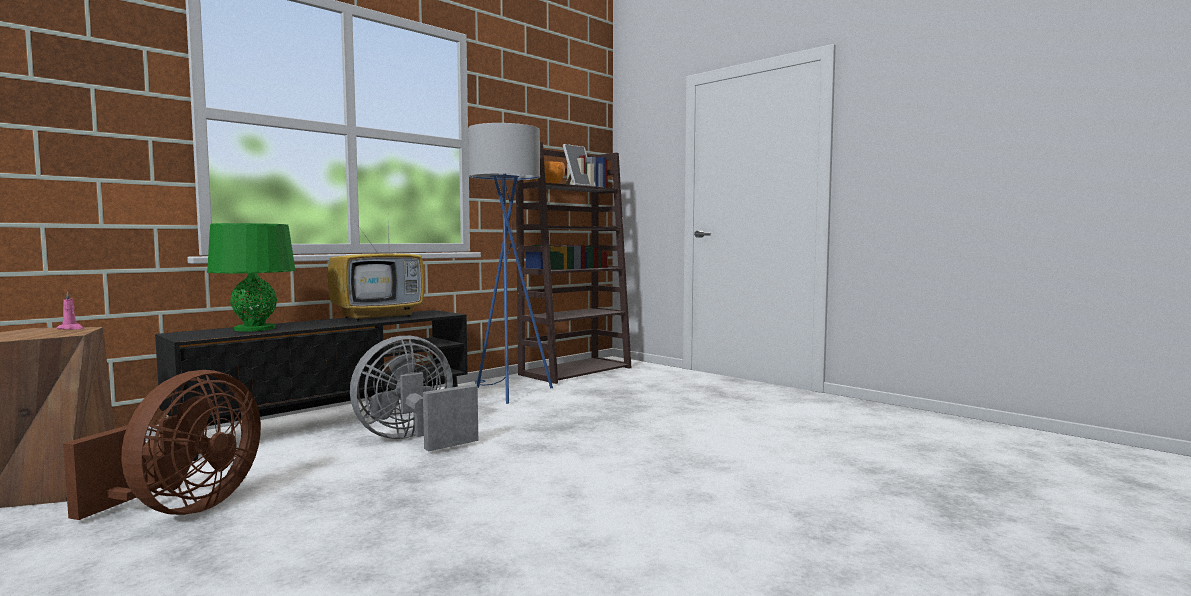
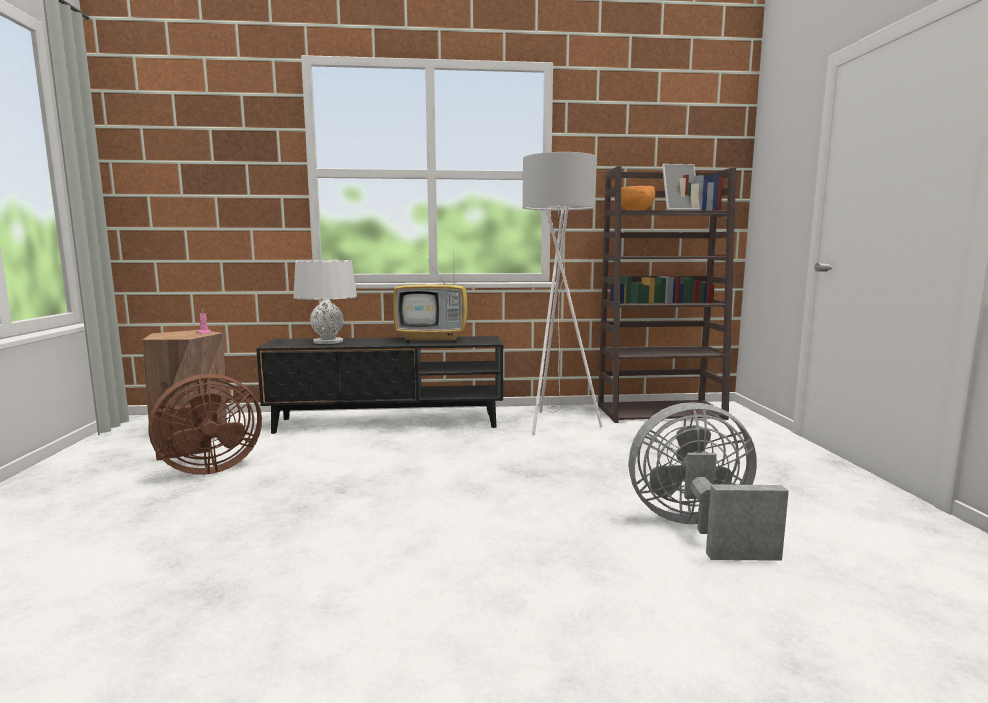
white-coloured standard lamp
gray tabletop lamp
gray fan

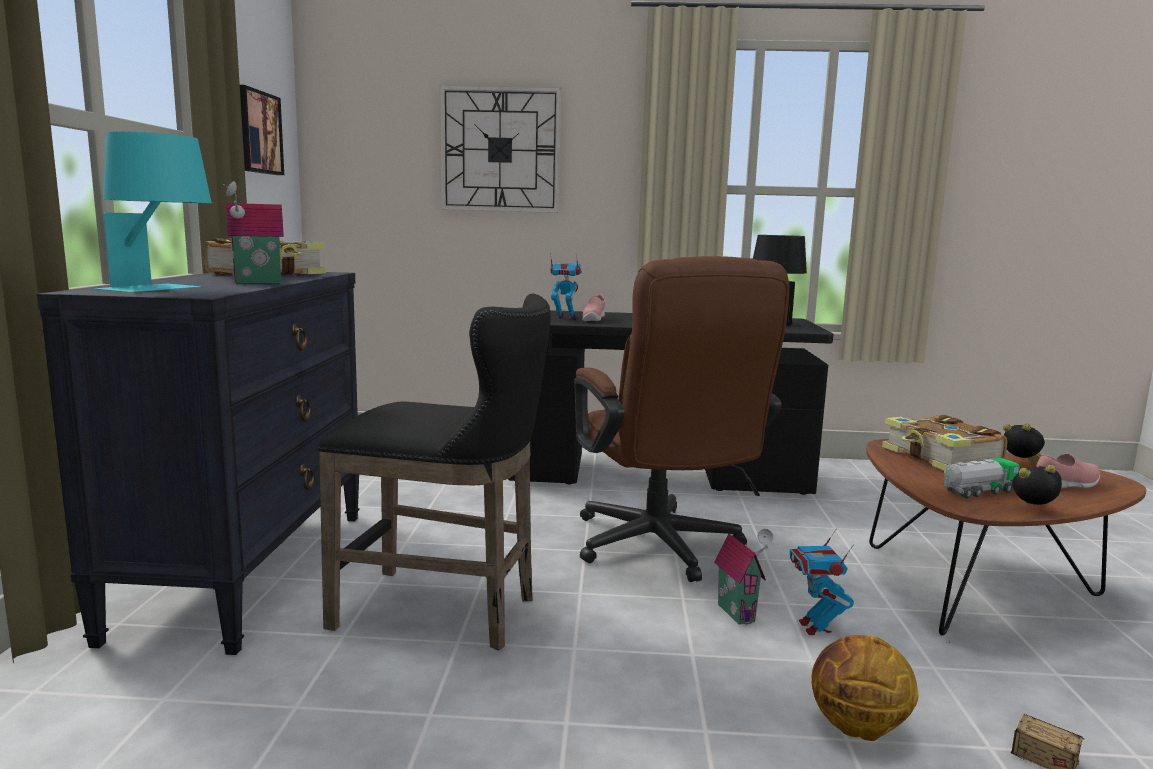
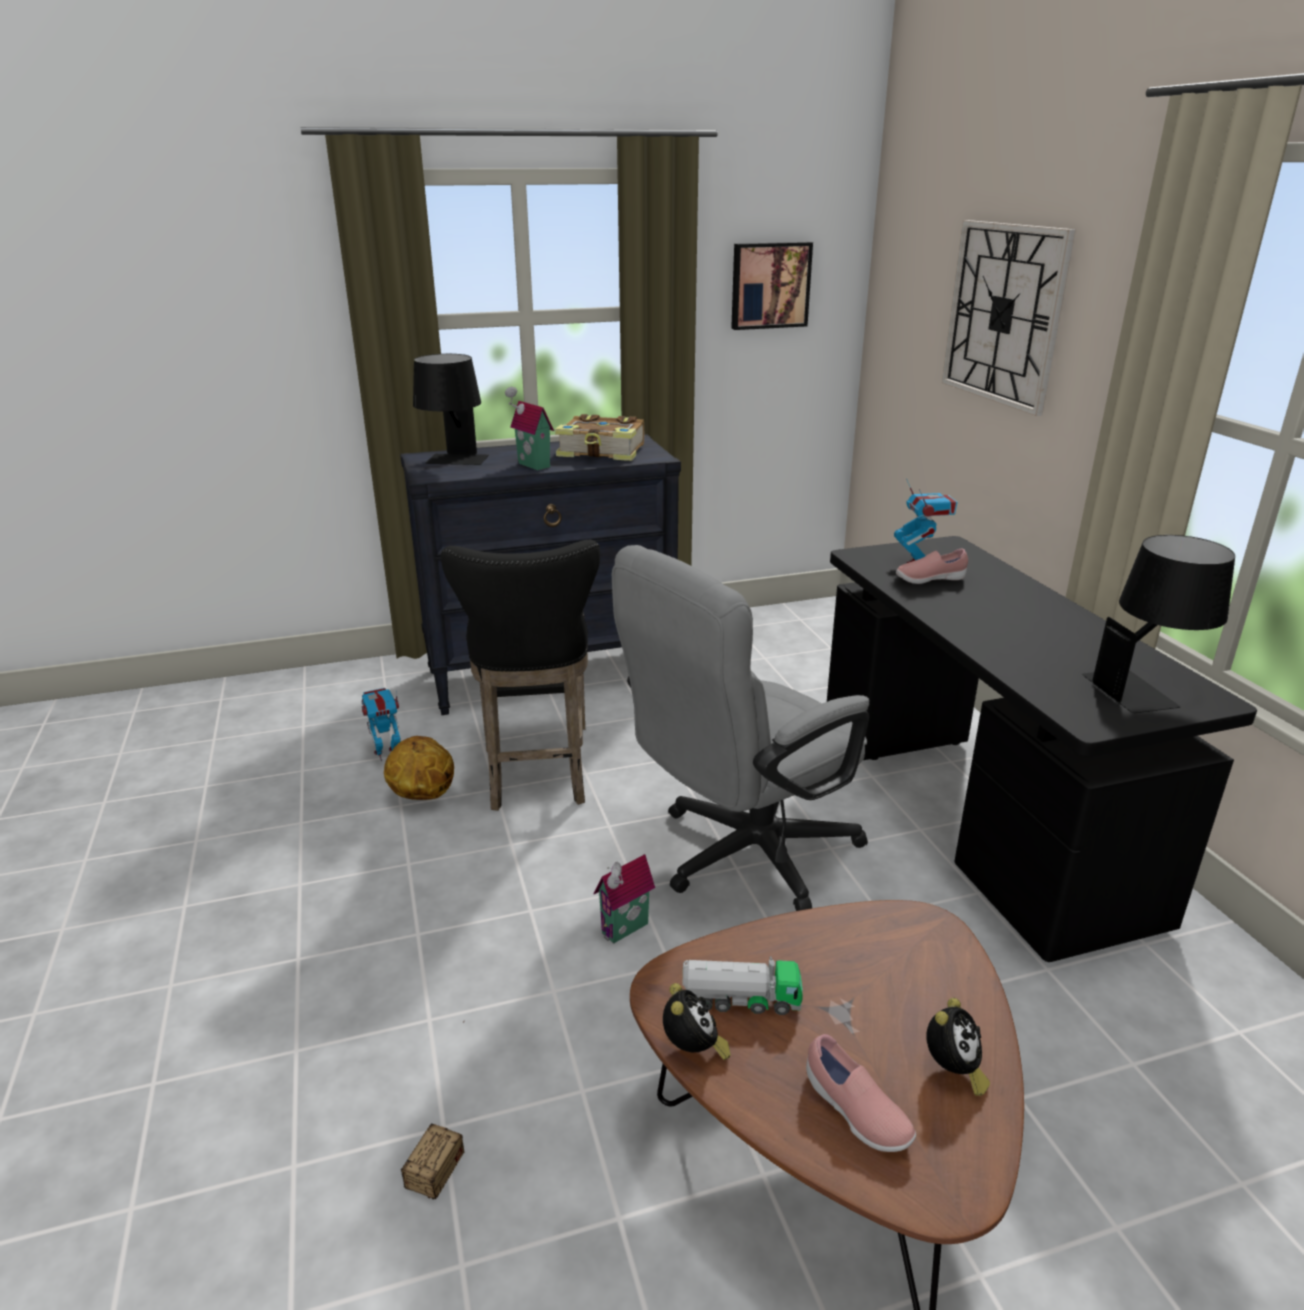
blackish tabletop lamp (1st from left)
gray desk chair
book (2nd from left in the first image)
toy lorry
model robot (1st from left)
basketball ball

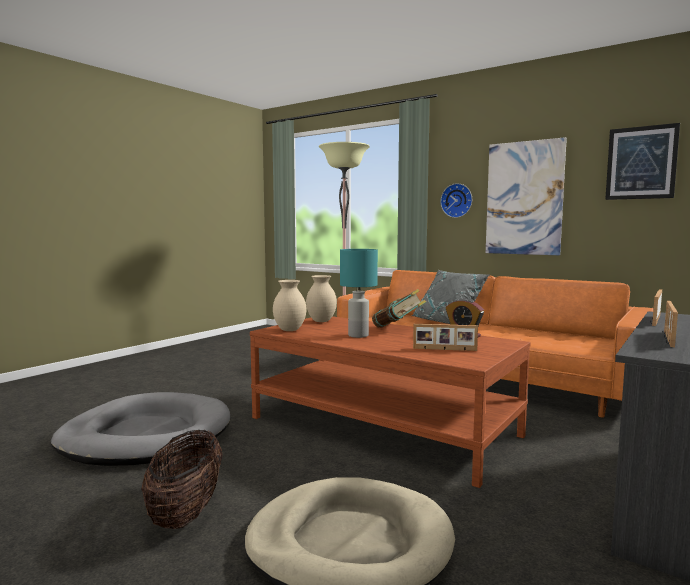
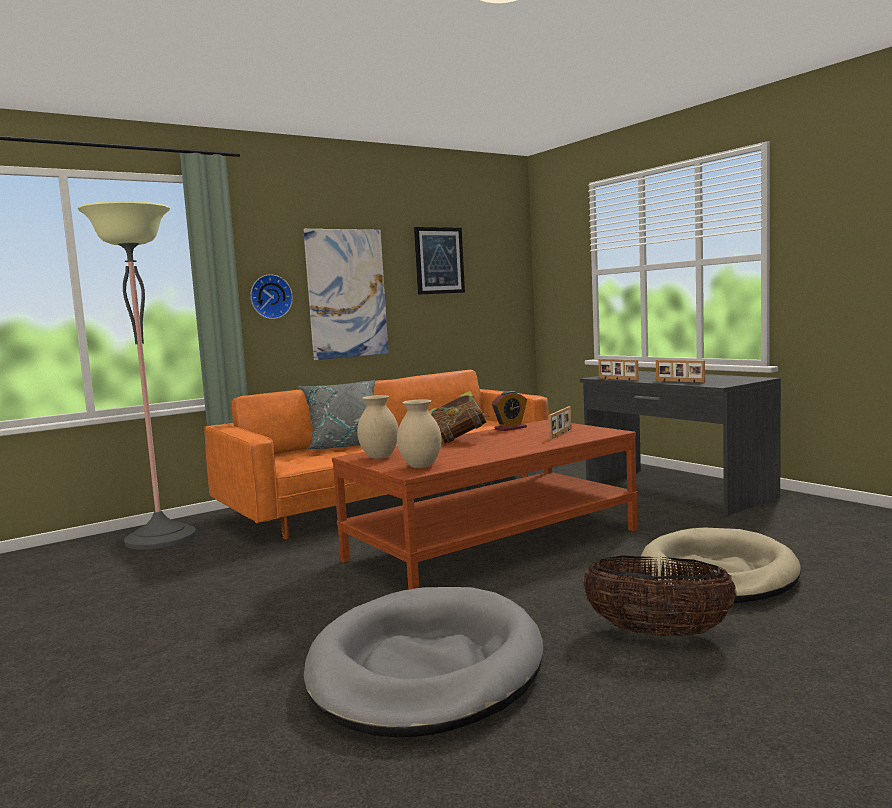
blue-green tabletop lamp

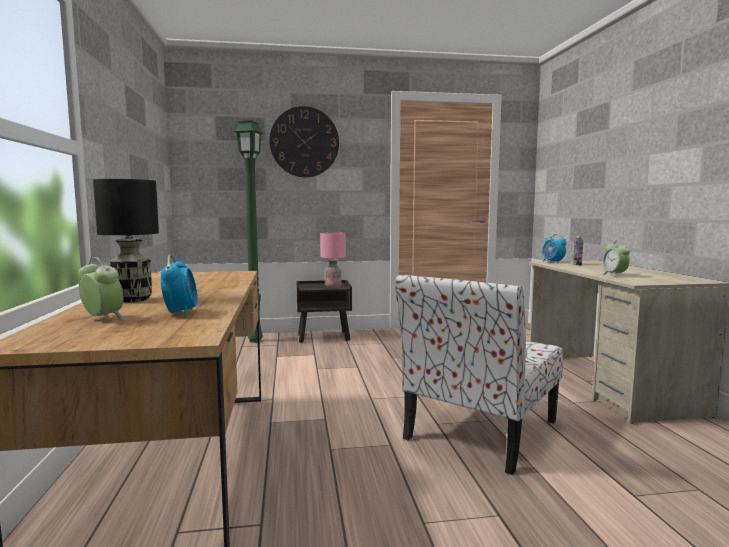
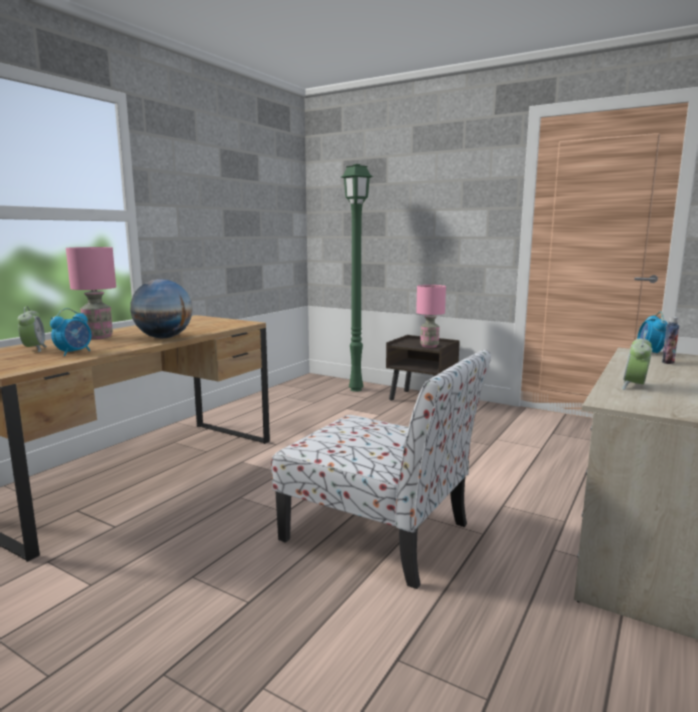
clock on the wall
pink-coloured tabletop lamp (1st from left)
upright chair
globe

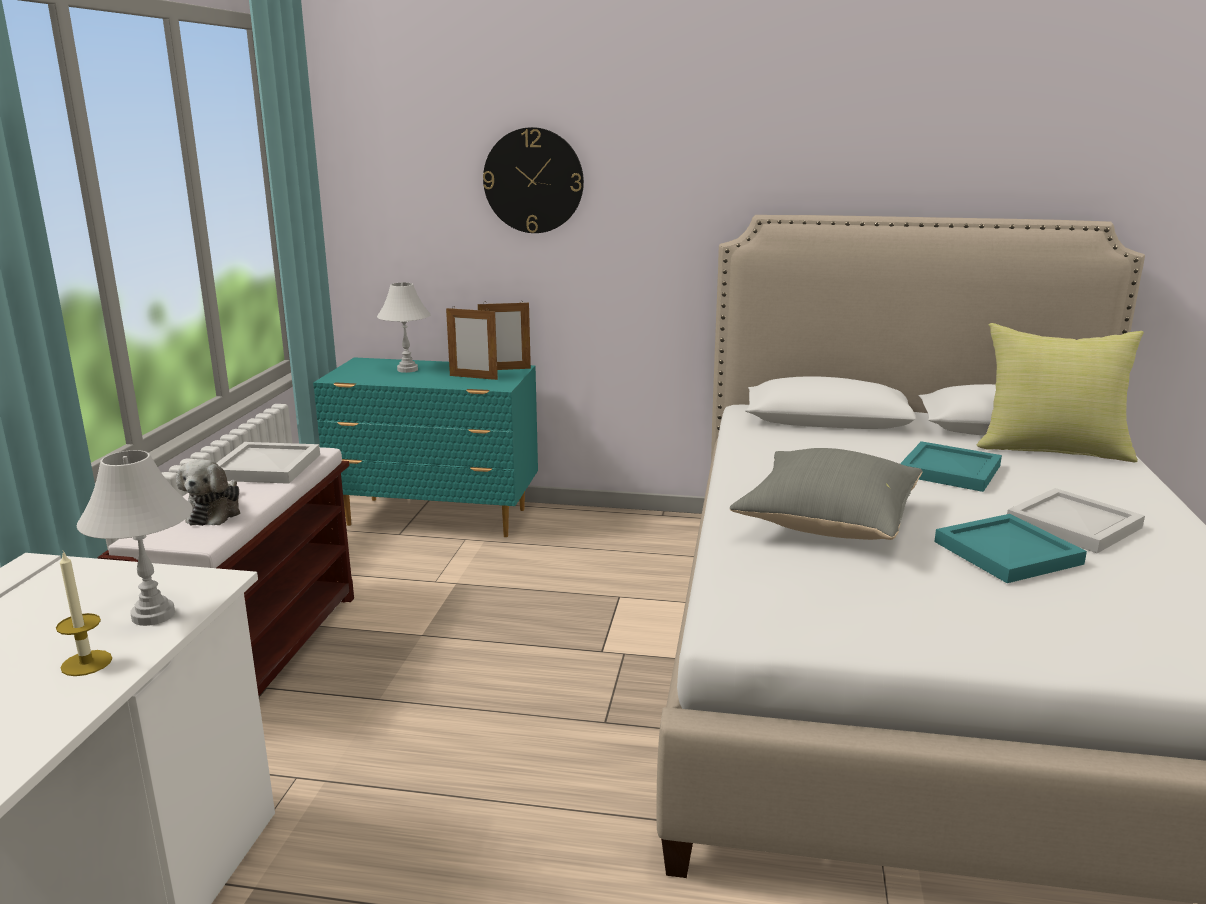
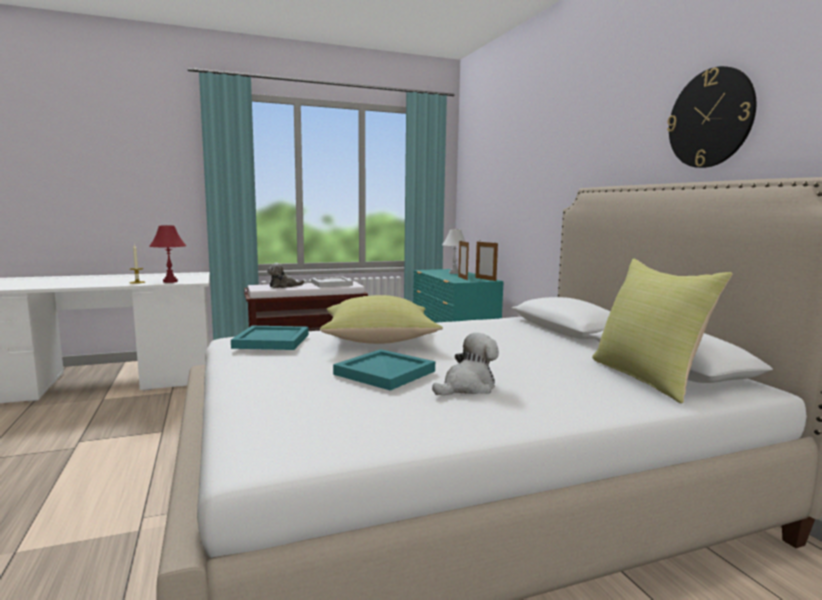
clock on the wall
blue-green serving tray (1st from left)
yellow cushion (1st from left)
red-coloured tabletop lamp
plush toy (2nd from left)

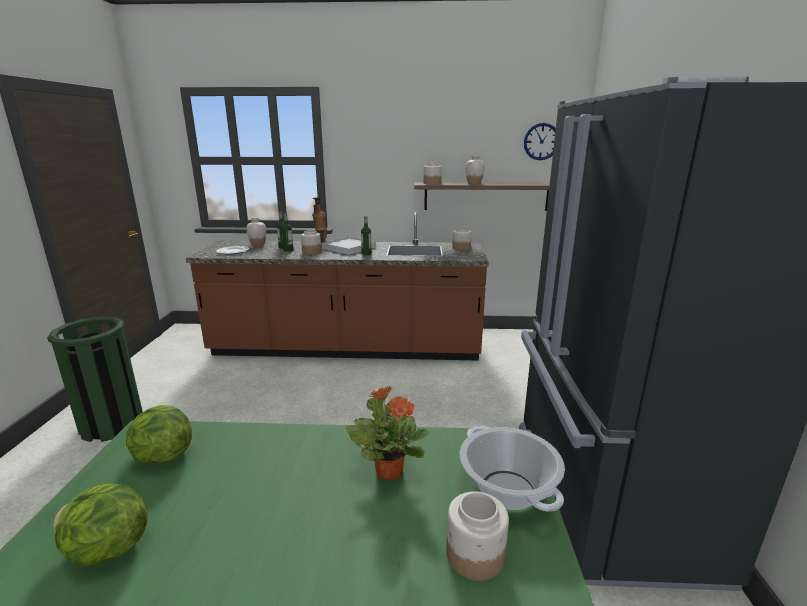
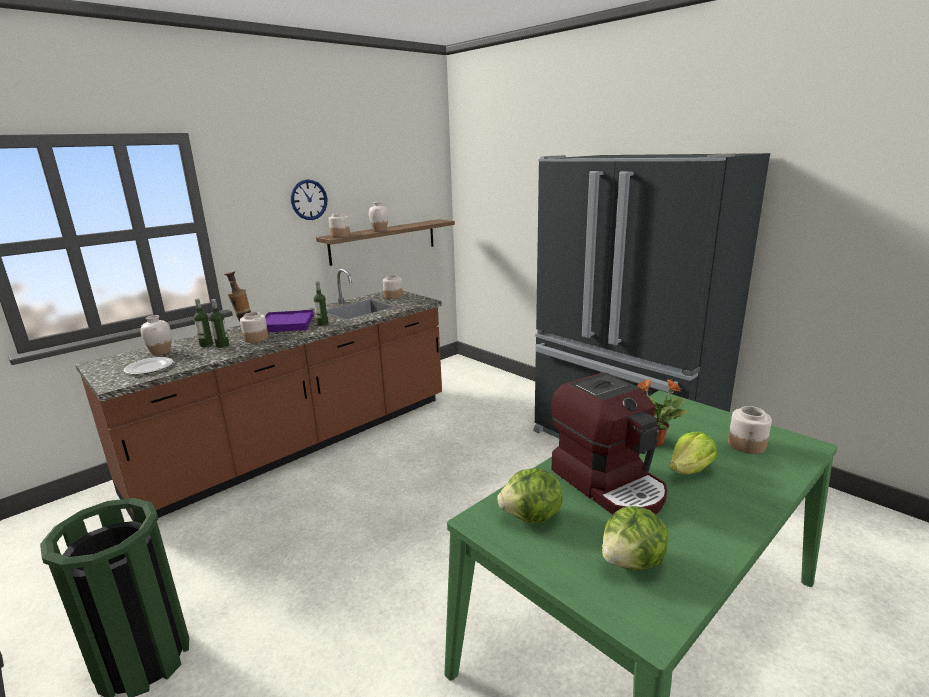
clock on the wall
purple-coloured serving tray
cooking pot
coffee machine
lettuce (3rd from left)

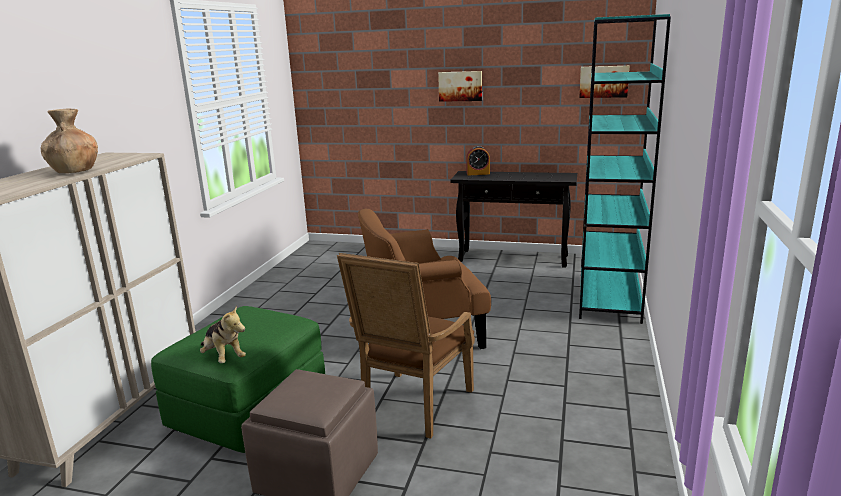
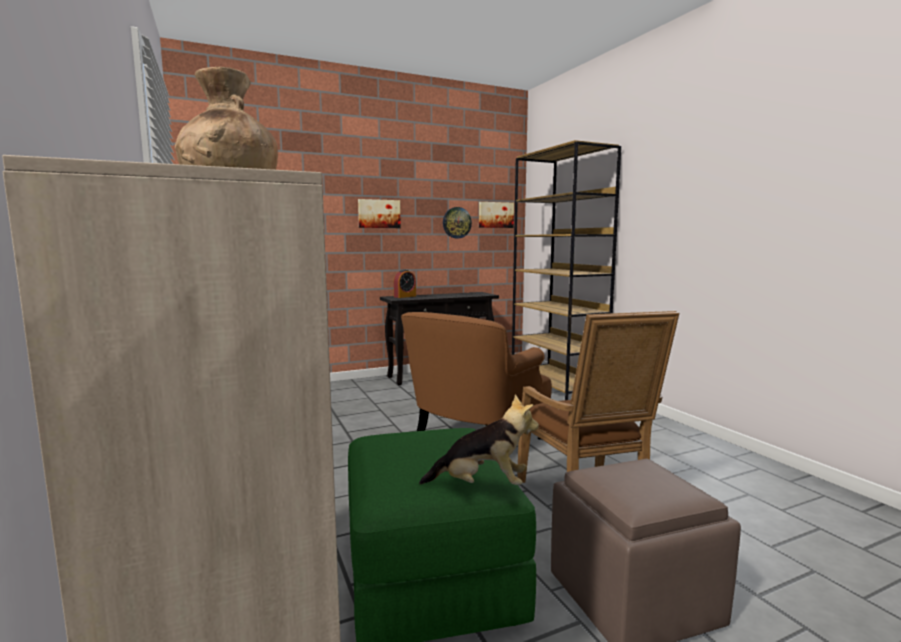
brown-coloured shelving unit
clock on the wall

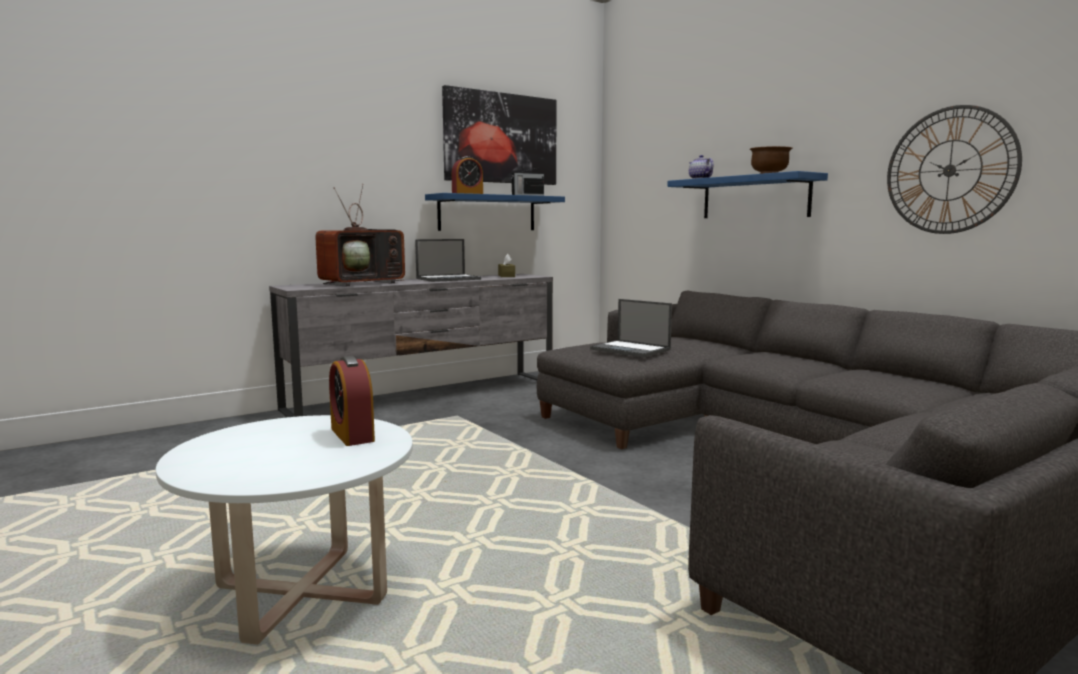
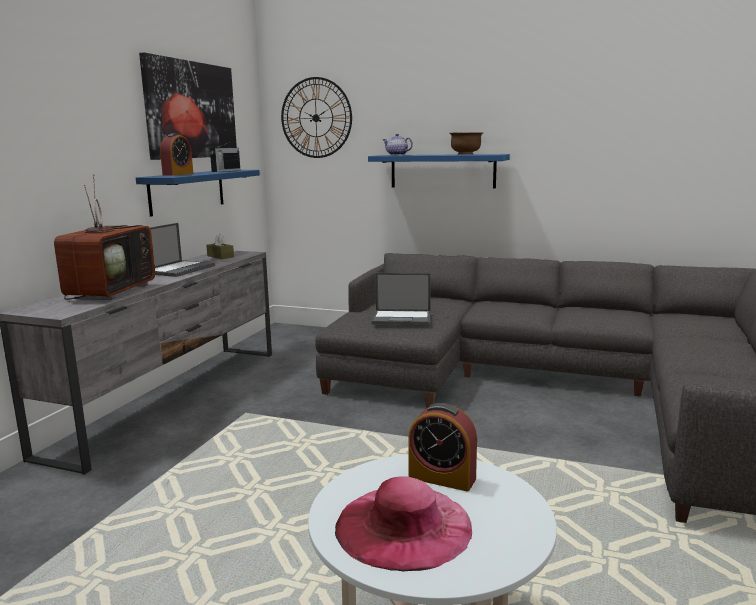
clock on the wall
pink-coloured hat

